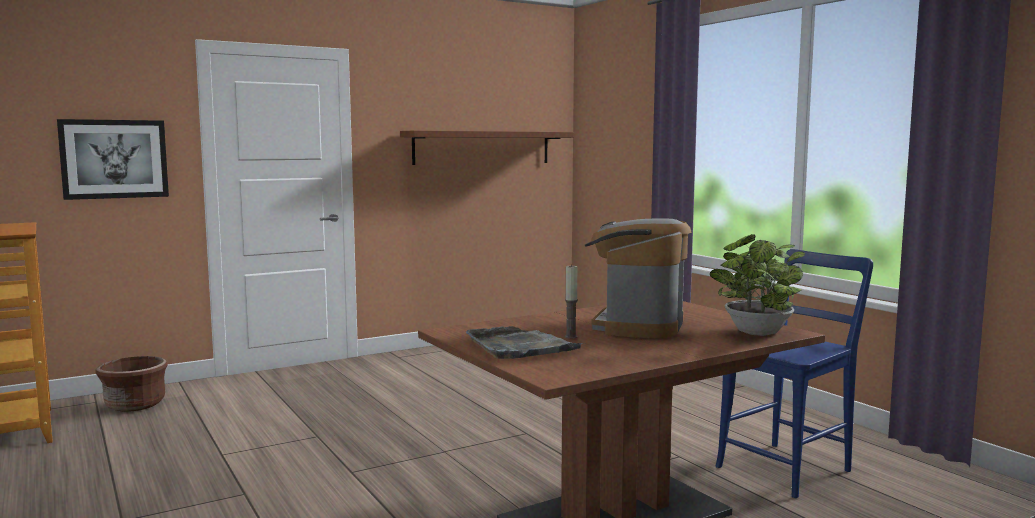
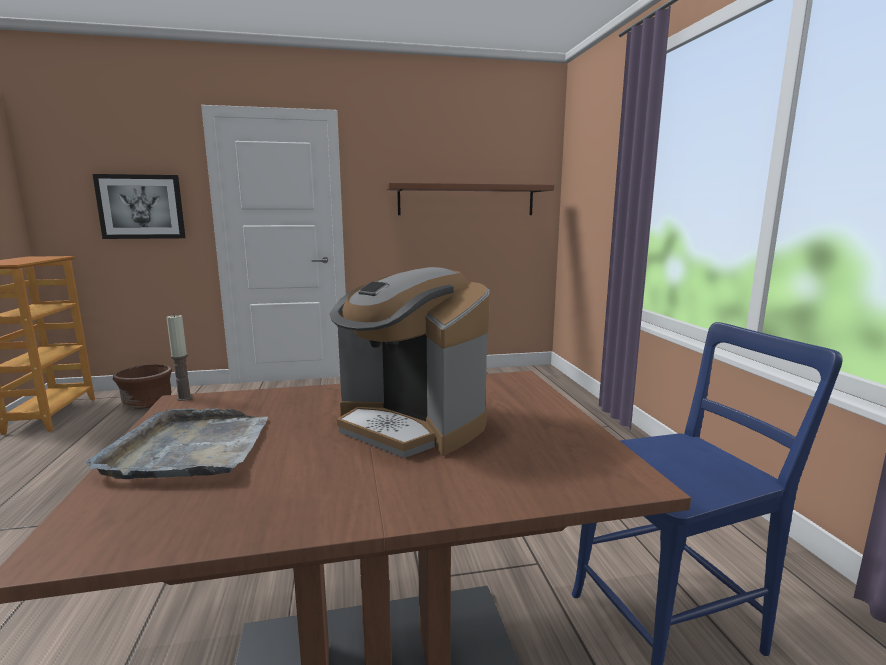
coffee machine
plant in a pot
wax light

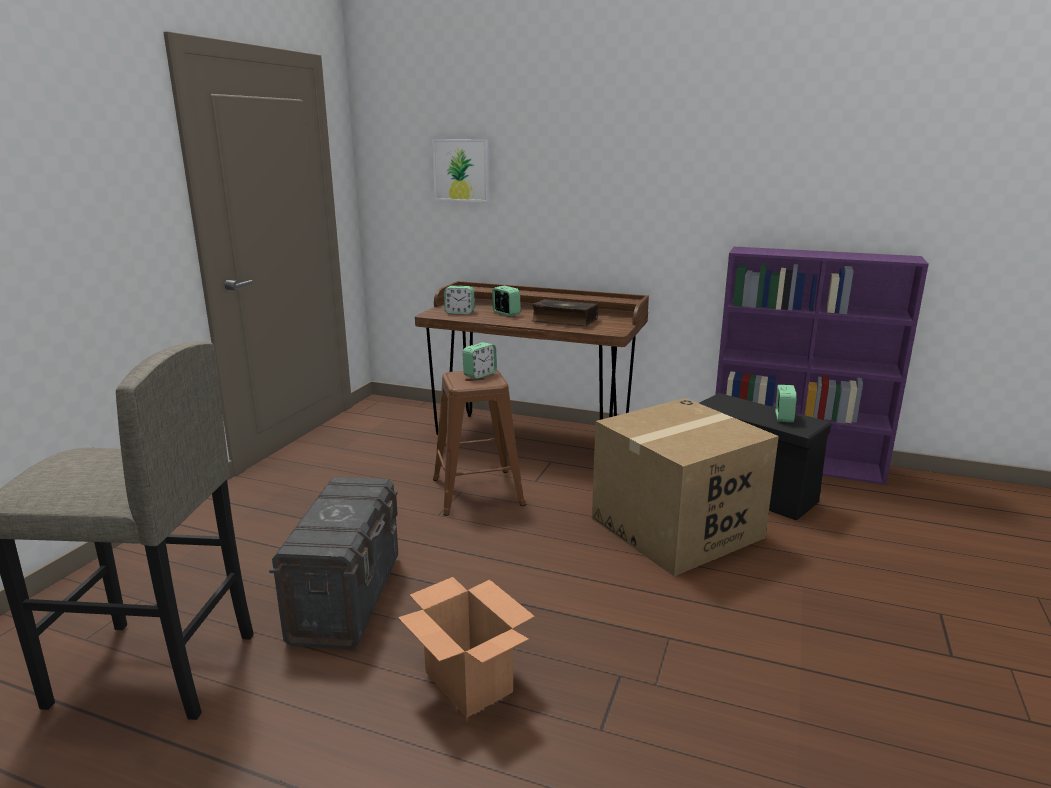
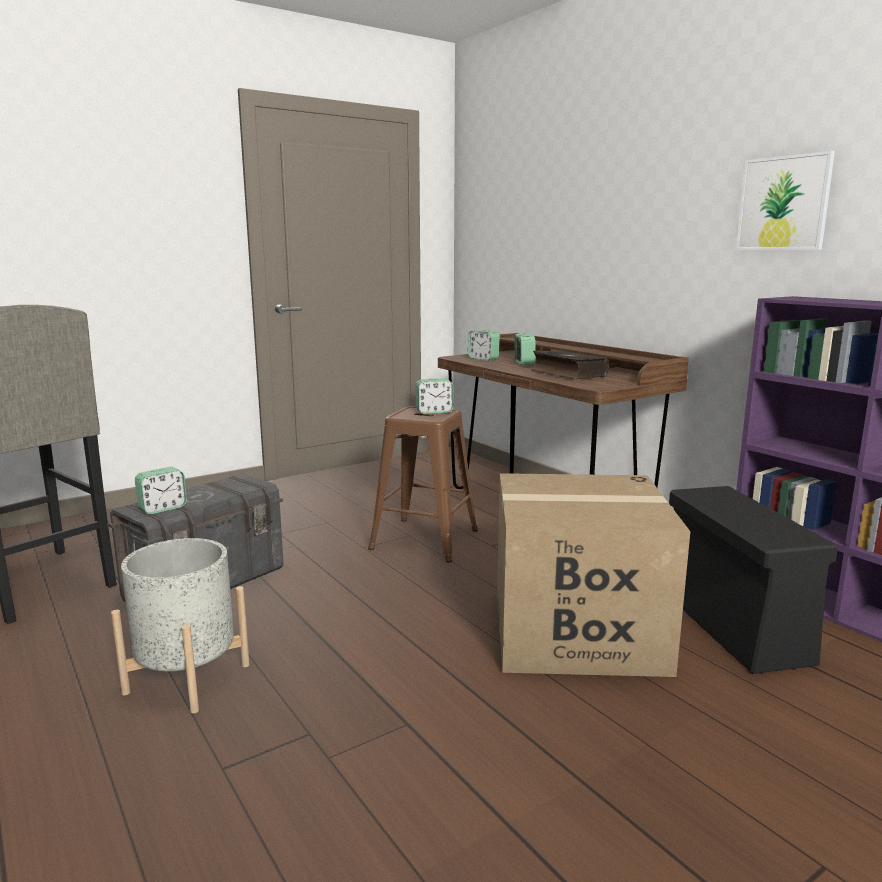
wall art
bedside clock (1st from left)
gray plant pot

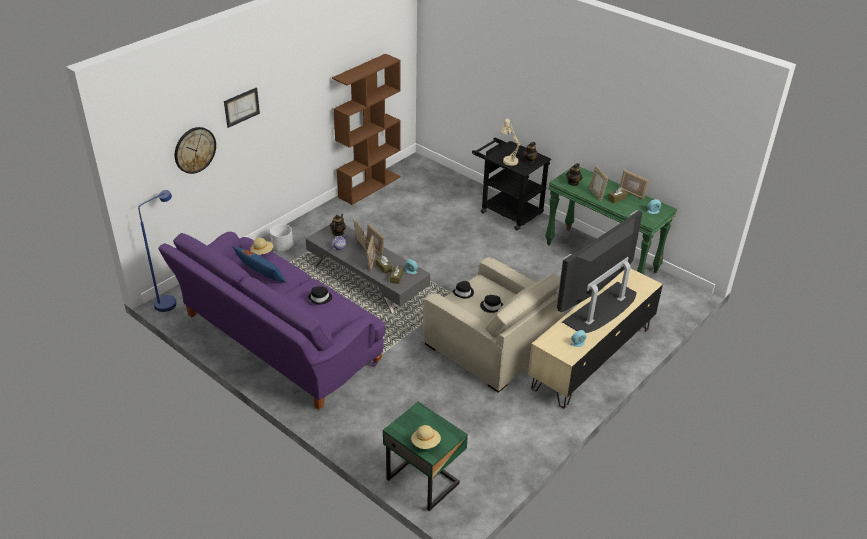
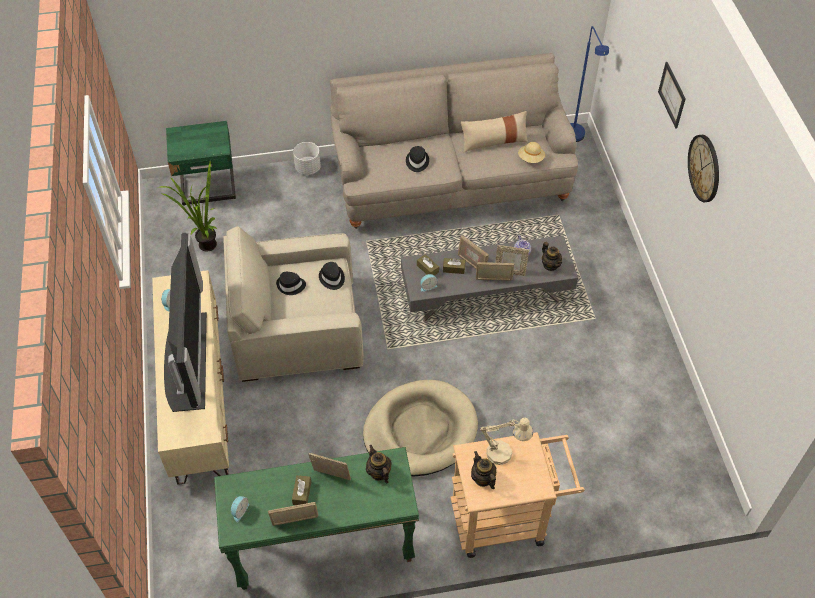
brown-coloured shelving unit
clock on the wall
sand-coloured wheeled cart
white-coloured plant pot
sand-coloured sofa
sand-coloured cushion
sand-coloured hat (2nd from left in the first image)
plant in a pot
sand-coloured pet bed

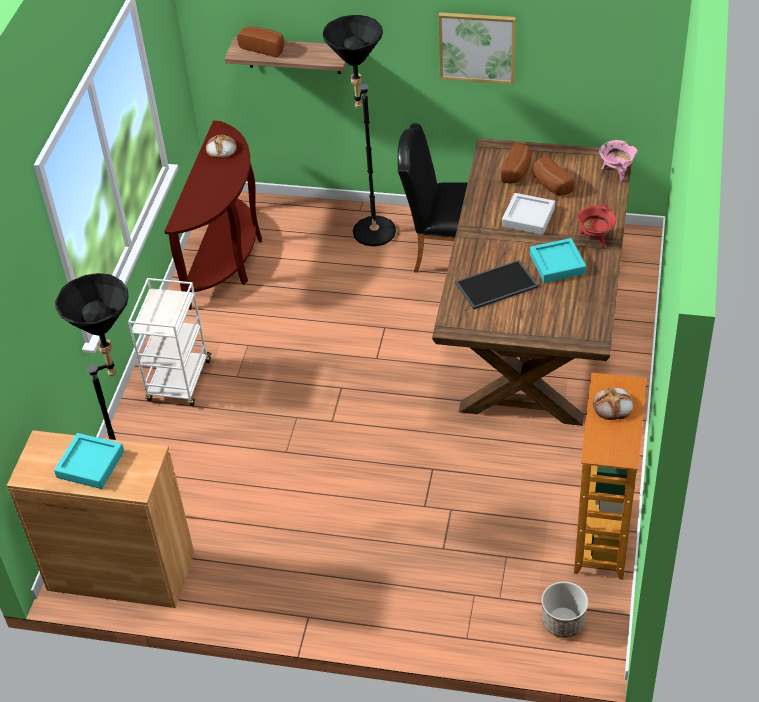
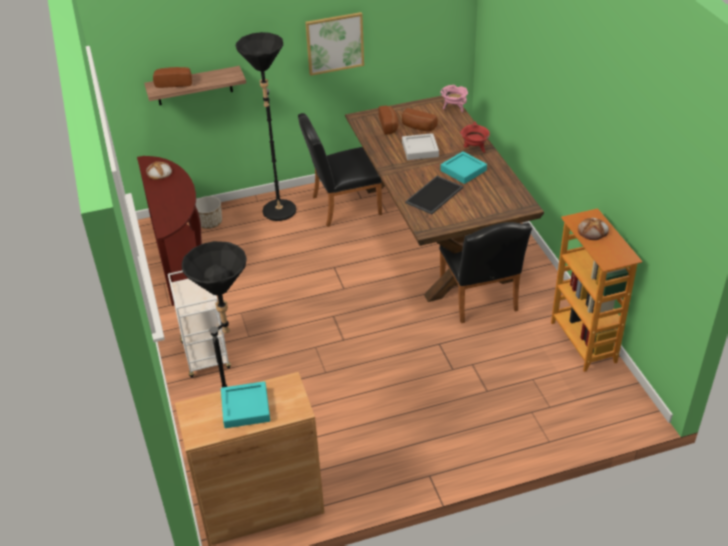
plant pot
blackish upright chair (2nd from left)

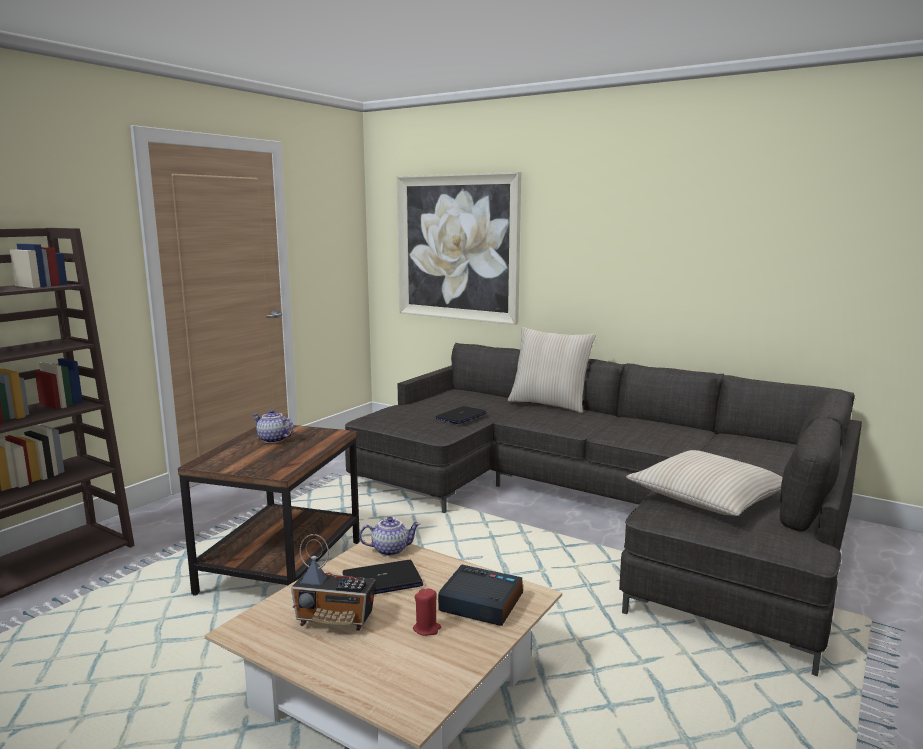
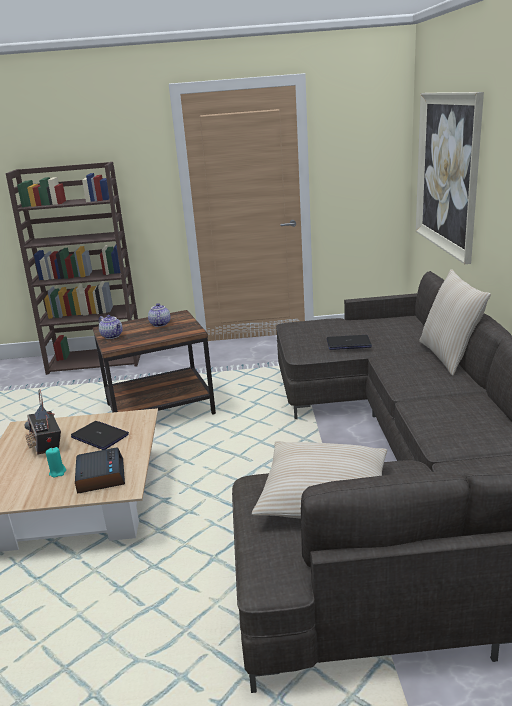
teapot (1st from left)
blue-green wax light

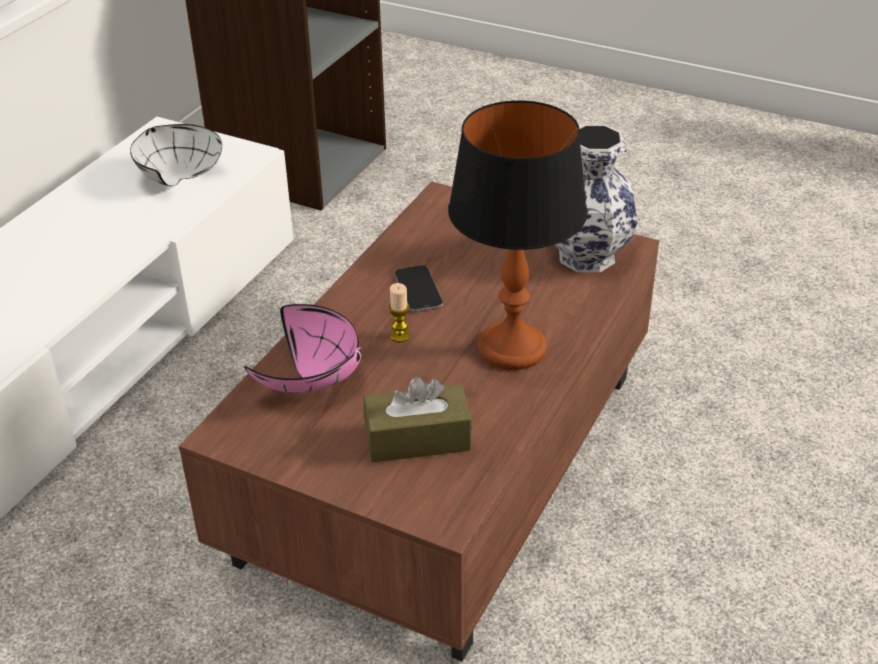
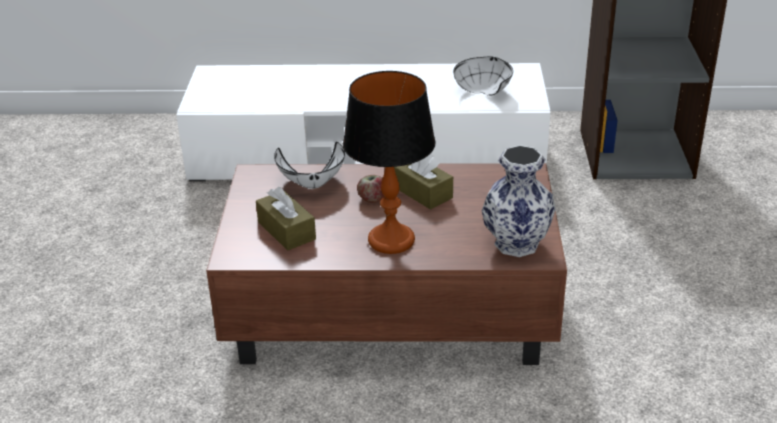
brown-coloured tissue holder (2nd from left)
apple
white-coloured bowl (1st from left)

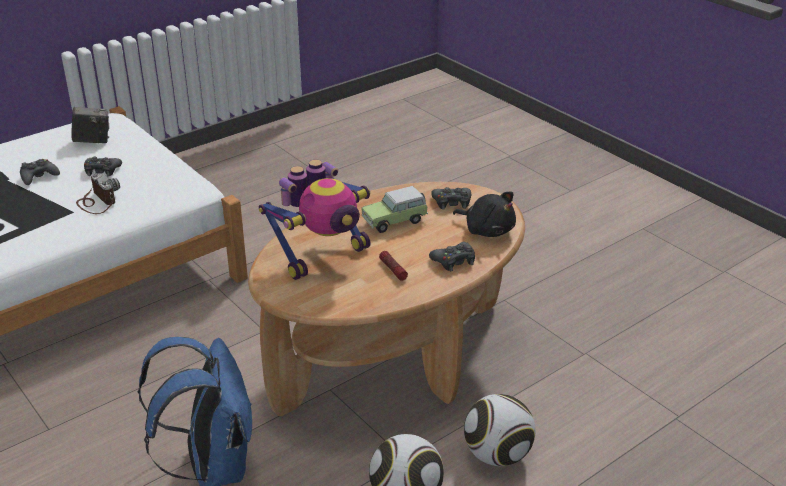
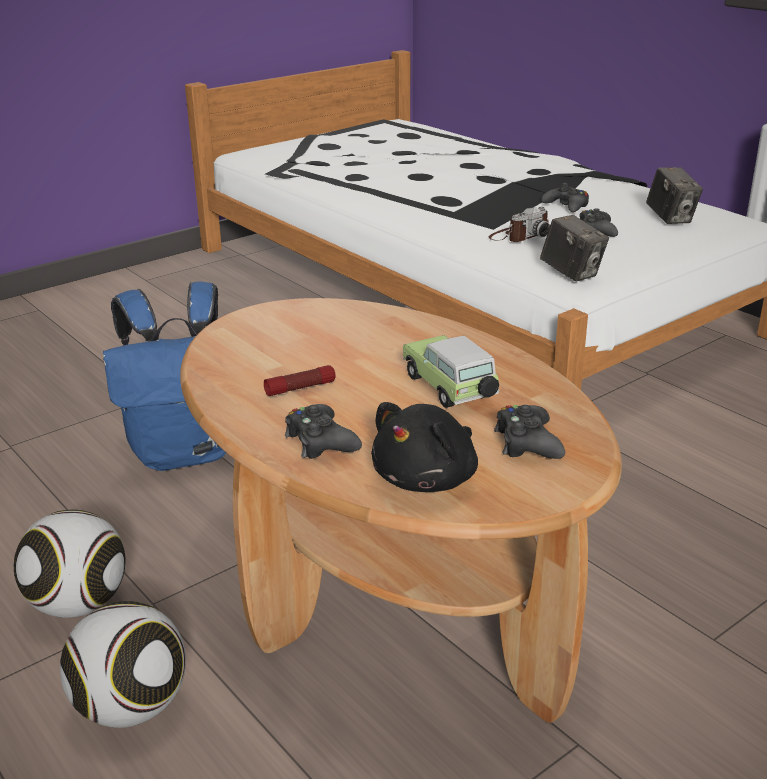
model robot
photo camera (2nd from left)

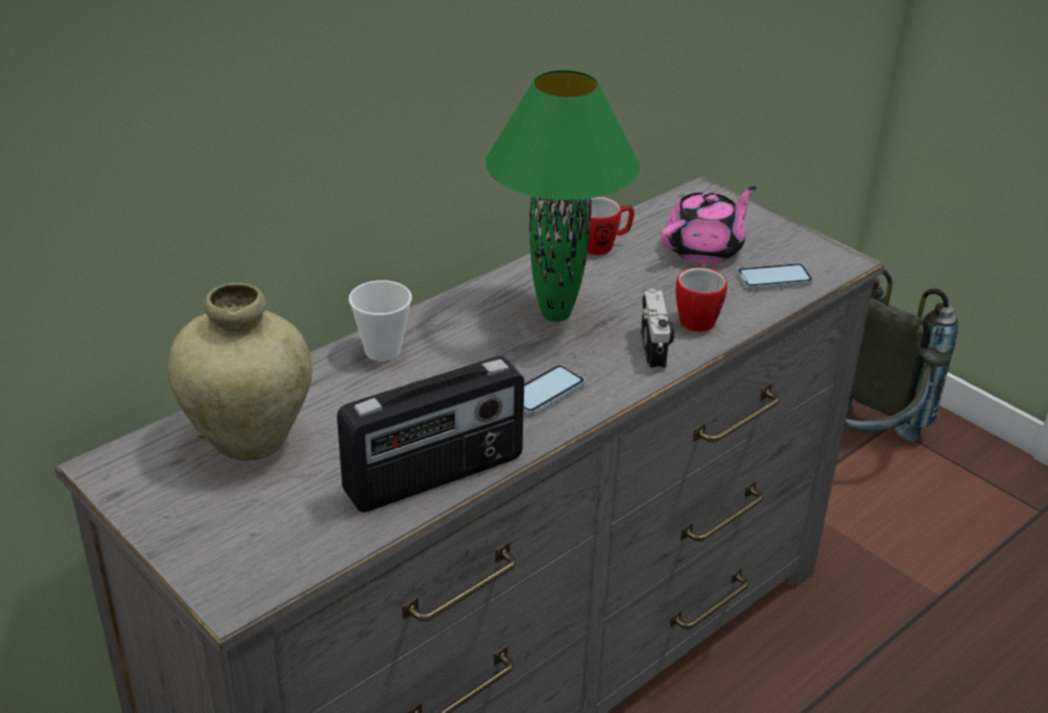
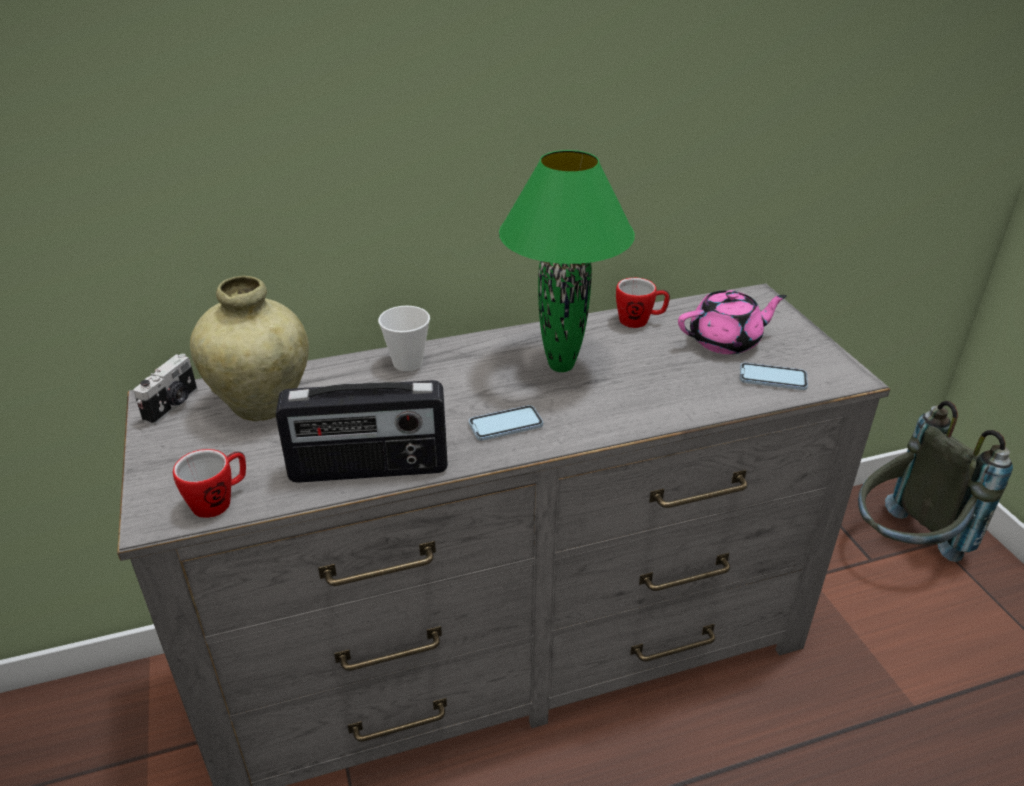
coffee mug (1st from left)
photo camera

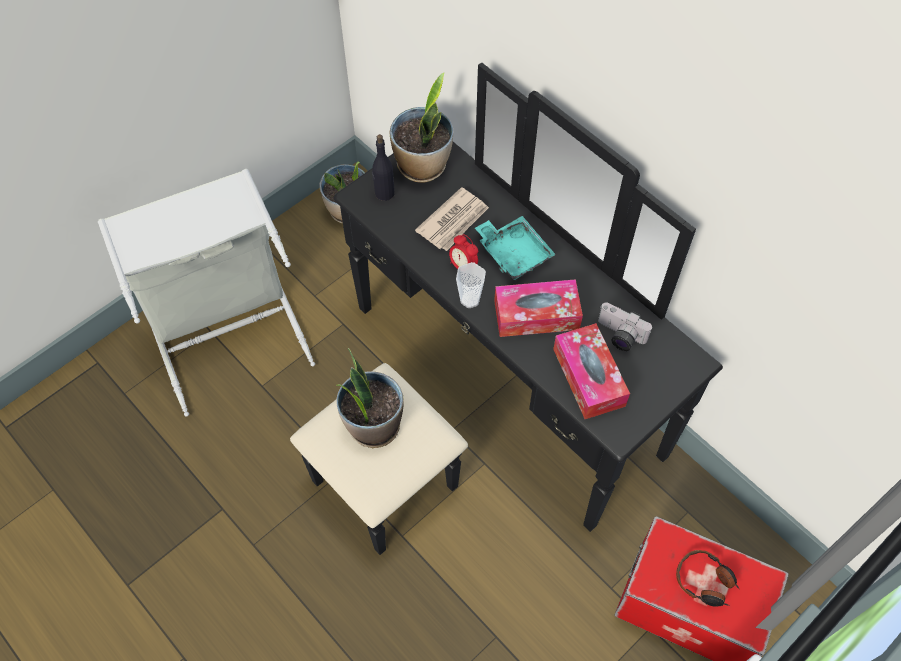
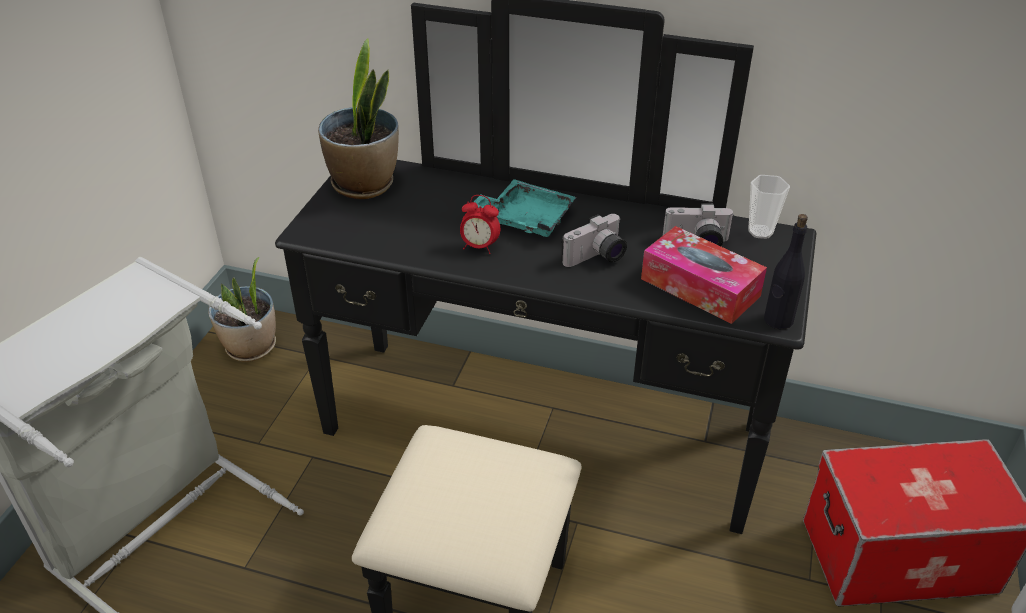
blackish bottle
daily paper
cup
photo camera (1st from left)
plant in a pot (2nd from left in the first image)
headphones

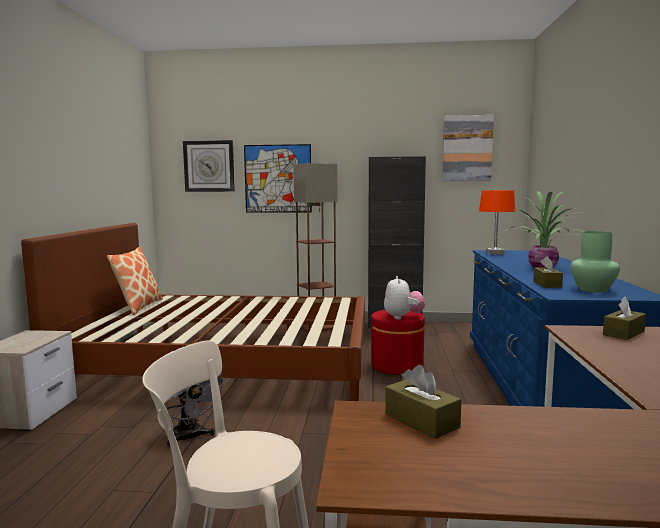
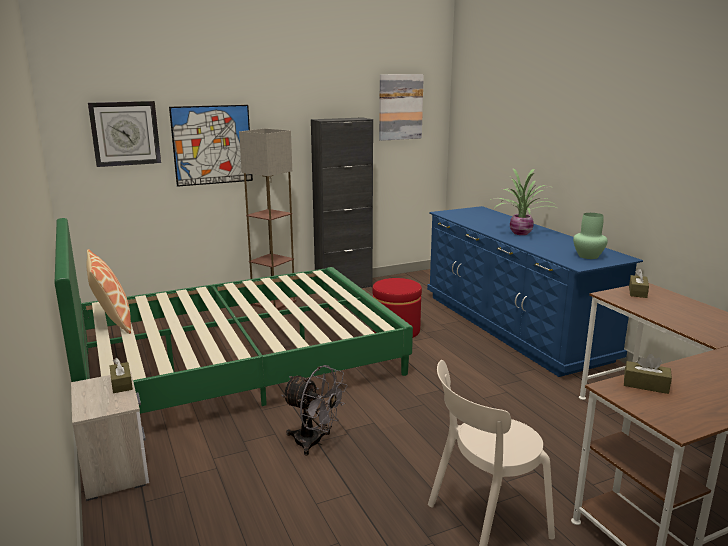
orange tabletop lamp
greenish bed
brown-coloured tissue holder (1st from left)
plush toy

